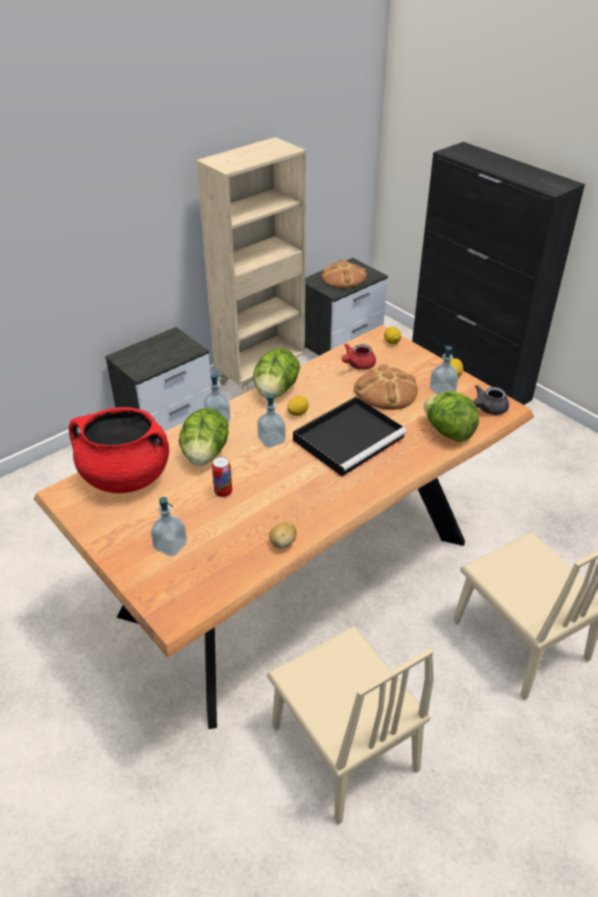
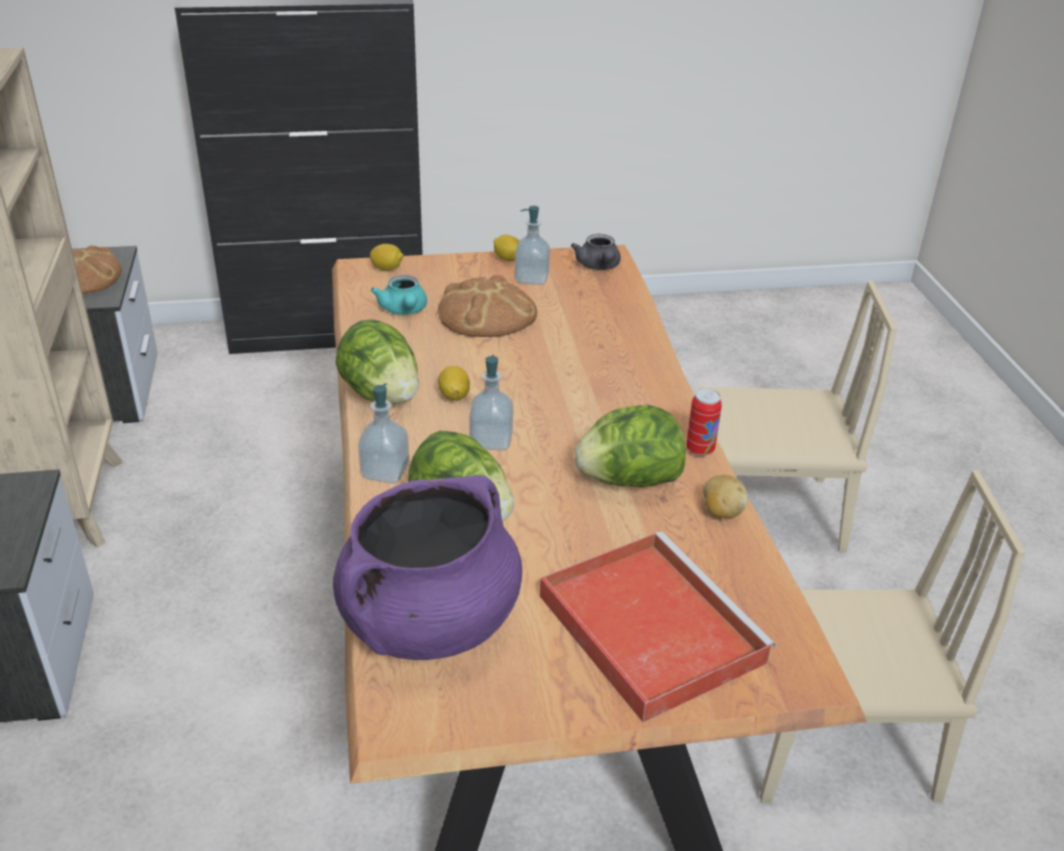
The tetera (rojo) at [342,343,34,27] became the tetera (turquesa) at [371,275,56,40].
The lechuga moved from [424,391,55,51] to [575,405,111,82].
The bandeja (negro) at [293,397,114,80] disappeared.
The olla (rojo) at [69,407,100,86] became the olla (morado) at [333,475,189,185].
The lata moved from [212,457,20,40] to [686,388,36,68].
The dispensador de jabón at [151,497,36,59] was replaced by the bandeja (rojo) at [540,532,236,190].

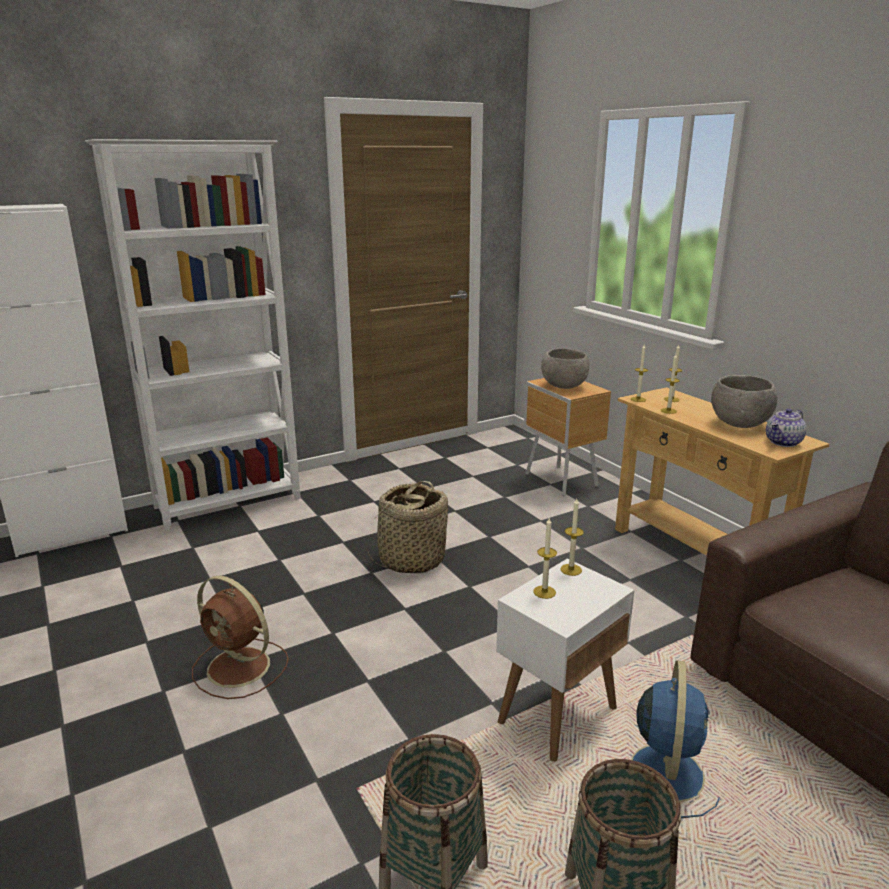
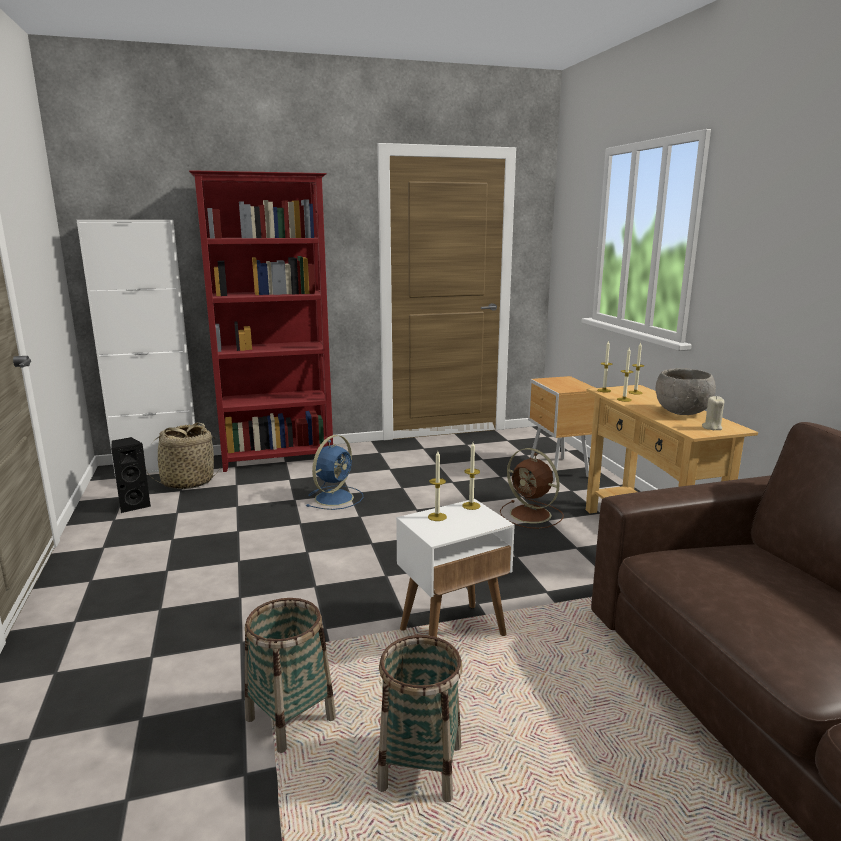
The estantería (blanco) at [85,139,216,392] became the estantería (rojo) at [189,170,144,302].
The cuenco (gris) at [541,348,48,41] disappeared.
The tetera at [766,408,41,39] was replaced by the vela (beis) at [702,396,22,34].
The cesta moved from [367,481,81,92] to [144,423,77,66].
The ventilador (marrón) moved from [192,575,96,124] to [500,448,63,81].
The ventilador (azul) moved from [631,660,89,158] to [306,435,57,75].
The altavoz (negro) at [111,437,40,76] appeared.

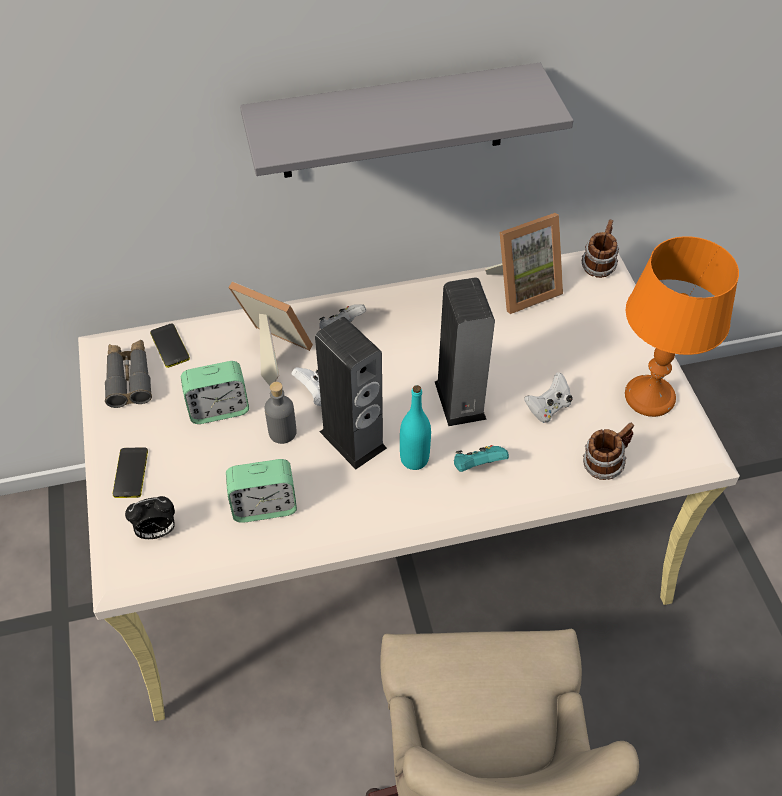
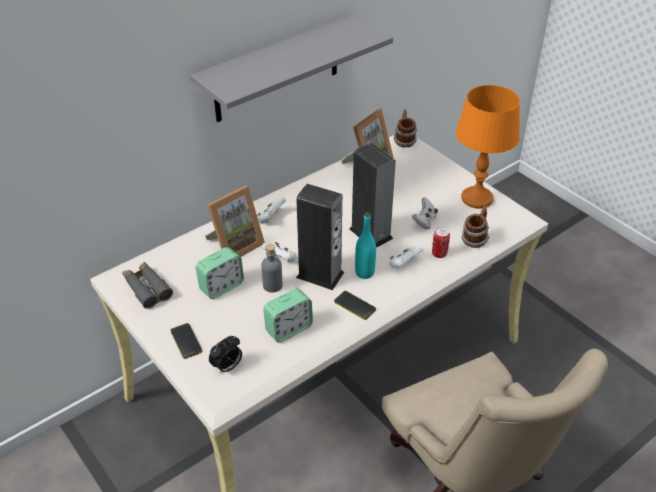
The portarretratos at [229,281,84,105] turned 135 degrees clockwise.
The móvil moved from [150,323,40,45] to [334,291,42,29].
The mando de consola (turquesa) at [454,445,55,27] became the mando de consola (blanco) at [390,246,34,22].
The lata at [432,227,18,31] appeared.

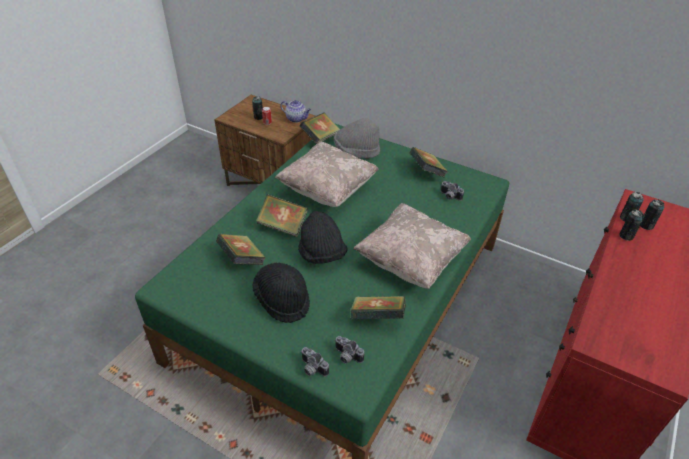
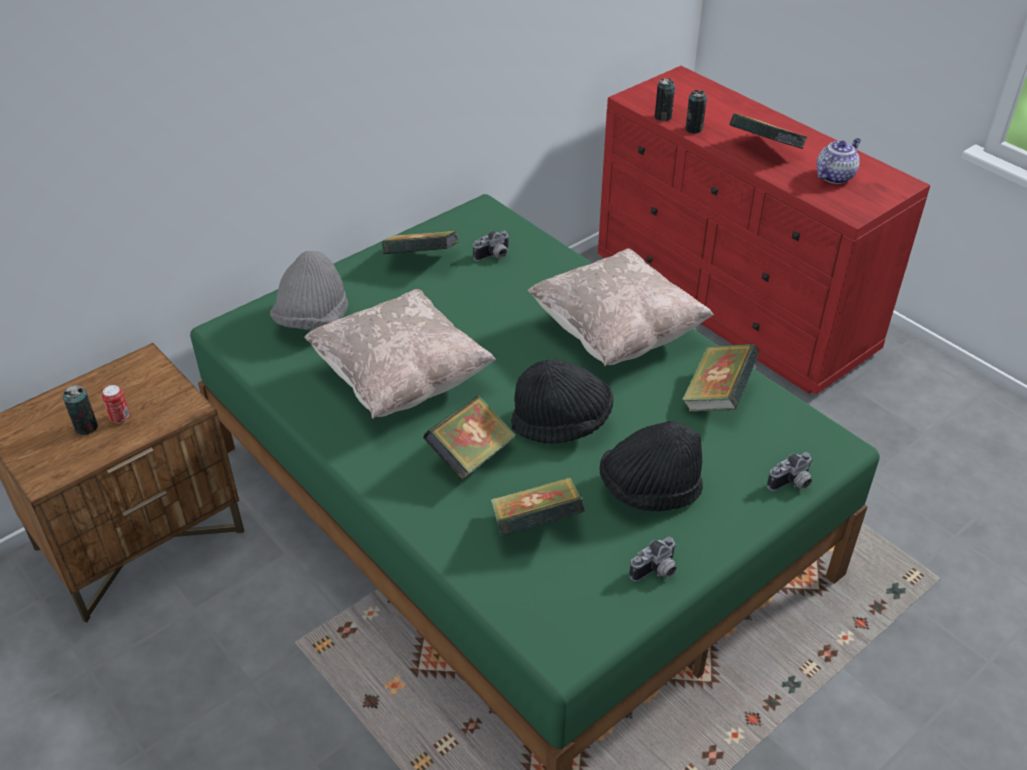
The tetera moved from [280,100,31,23] to [817,138,44,46].
The libro moved from [300,112,40,32] to [729,113,79,36].
The lata at [640,199,24,31] disappeared.
The cámara moved from [335,336,29,28] to [629,537,48,45].

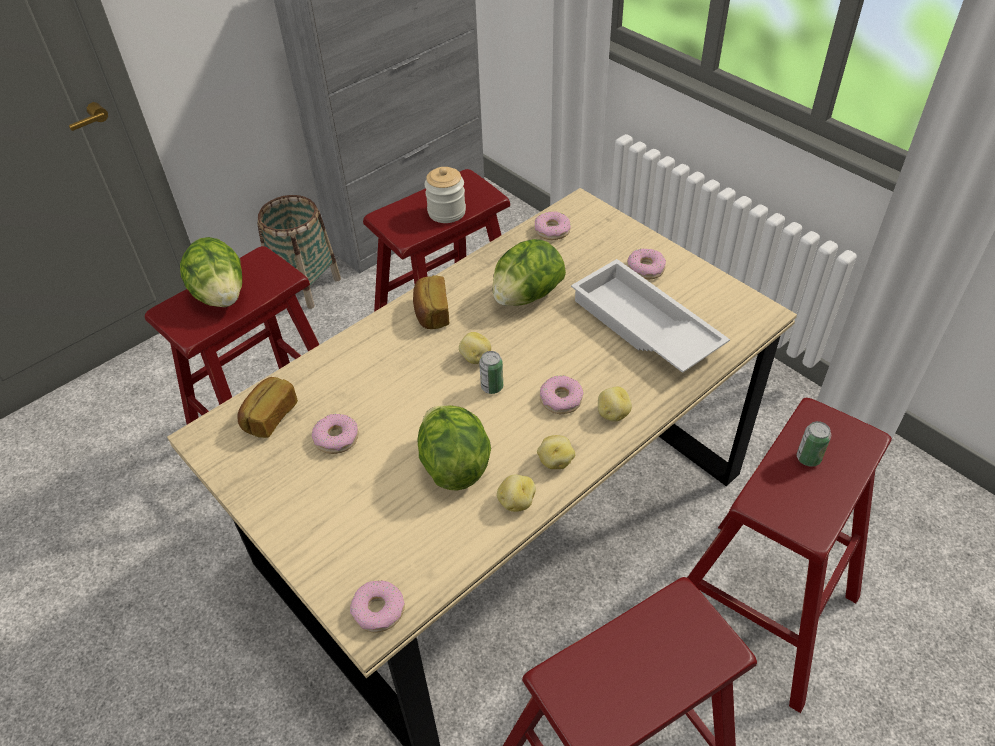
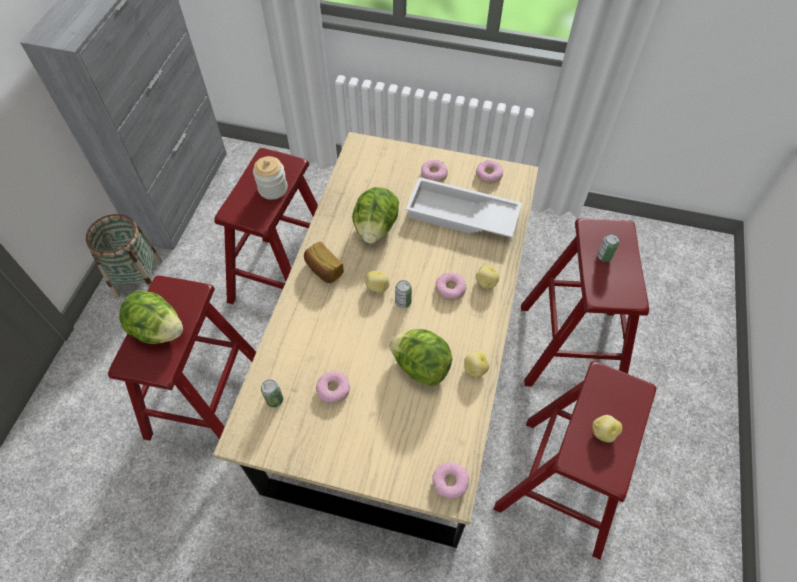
The rosquilla moved from [535,211,36,29] to [476,160,28,24].
The pan at [237,377,61,61] was replaced by the lata at [261,380,22,28].
The patata moved from [537,435,38,34] to [592,415,30,28].

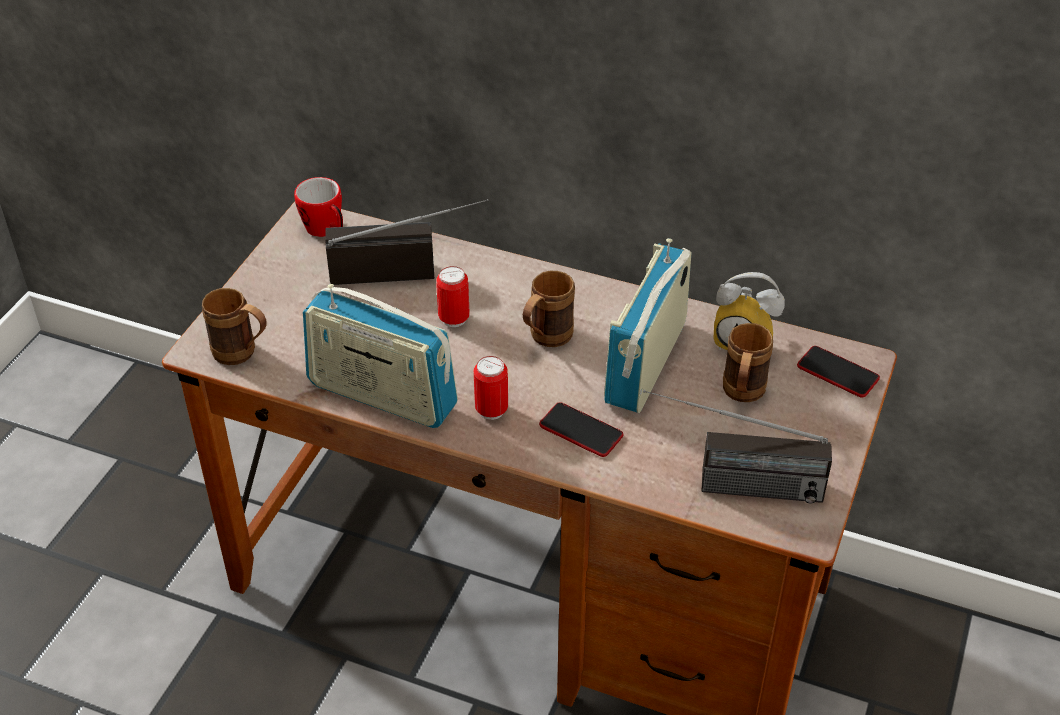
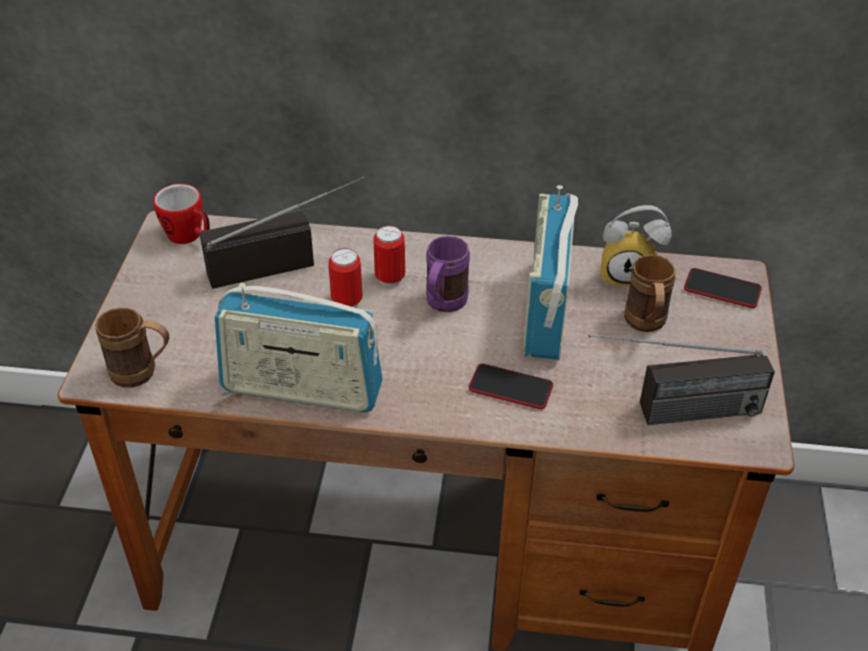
The taza grande (marrón) at [523,271,52,76] became the taza grande (morado) at [426,236,44,76].
The lata moved from [474,356,34,64] to [373,225,32,61].

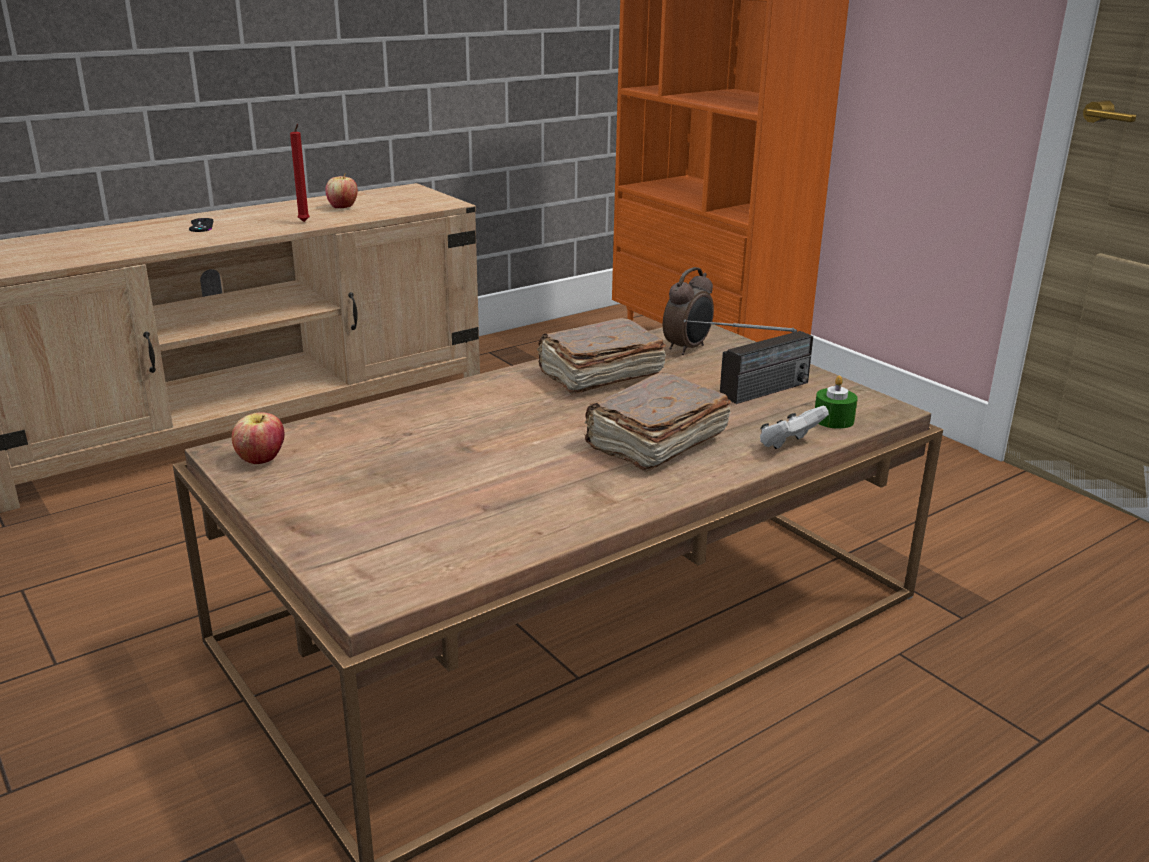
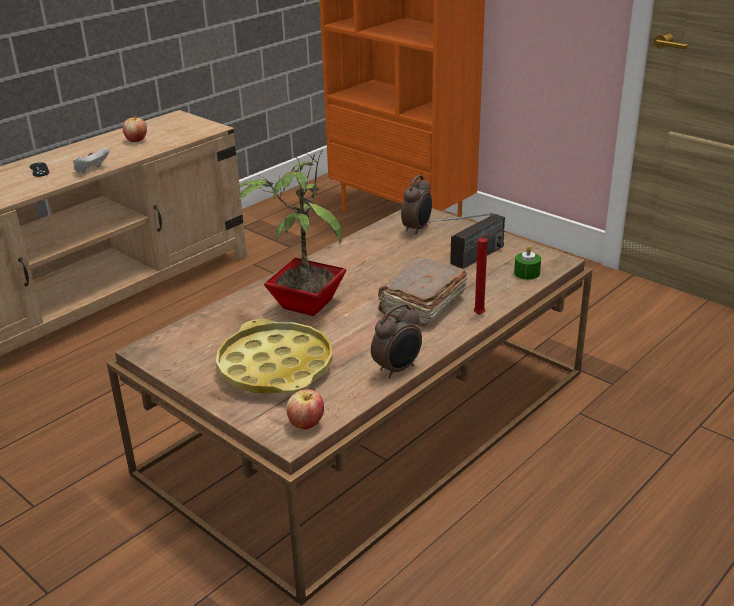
The vela (rojo) moved from [290,124,20,98] to [474,234,17,81].
The libro (marrón) at [537,318,129,77] disappeared.
The mando de consola (blanco) moved from [760,406,69,43] to [73,147,36,25].
The manzana moved from [232,412,53,52] to [286,389,38,40].
The planta en maceta at [235,149,111,167] appeared.
The despertador at [371,303,51,76] appeared.
The bandeja (amarillo) at [216,319,117,74] appeared.

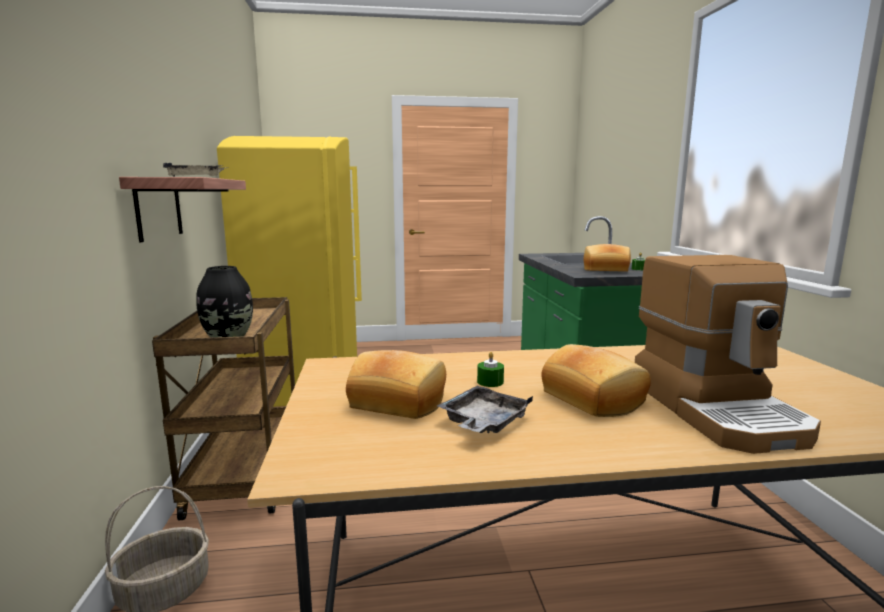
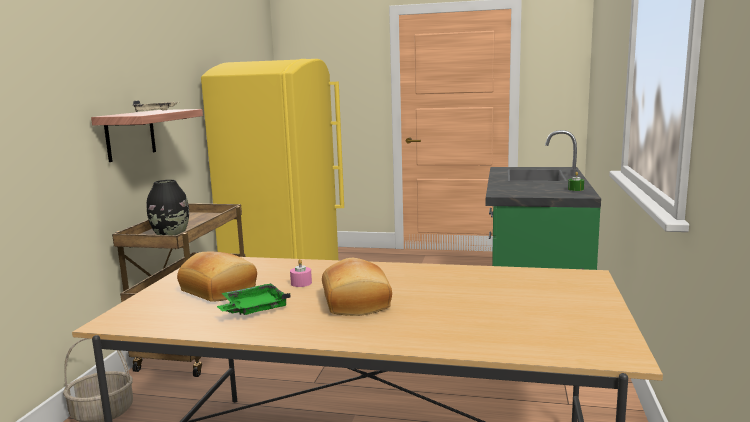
The pan at [584,244,47,28] disappeared.
The cafetera at [635,255,186,199] disappeared.
The vela (verde) at [477,352,27,35] became the vela (rosa) at [290,259,22,28].
The bandeja (gris) at [437,386,96,47] became the bandeja (verde) at [217,283,74,32].

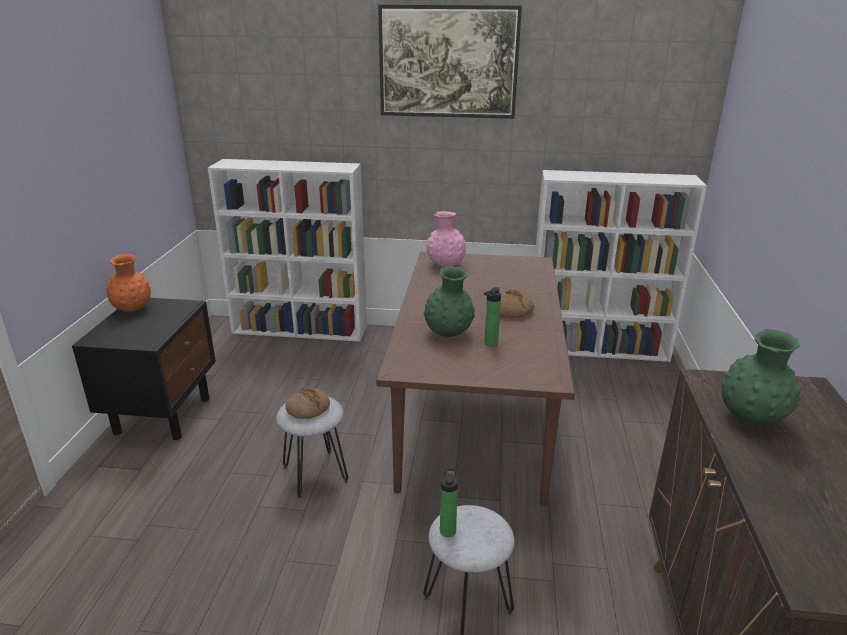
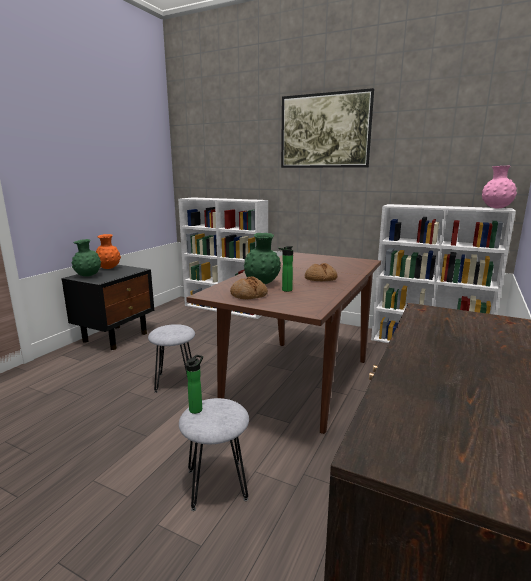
The florero (rosa) moved from [426,211,41,56] to [482,166,35,43].
The florero (verde) moved from [721,329,80,96] to [71,239,30,38].
The pan moved from [285,387,45,32] to [230,276,38,23].

